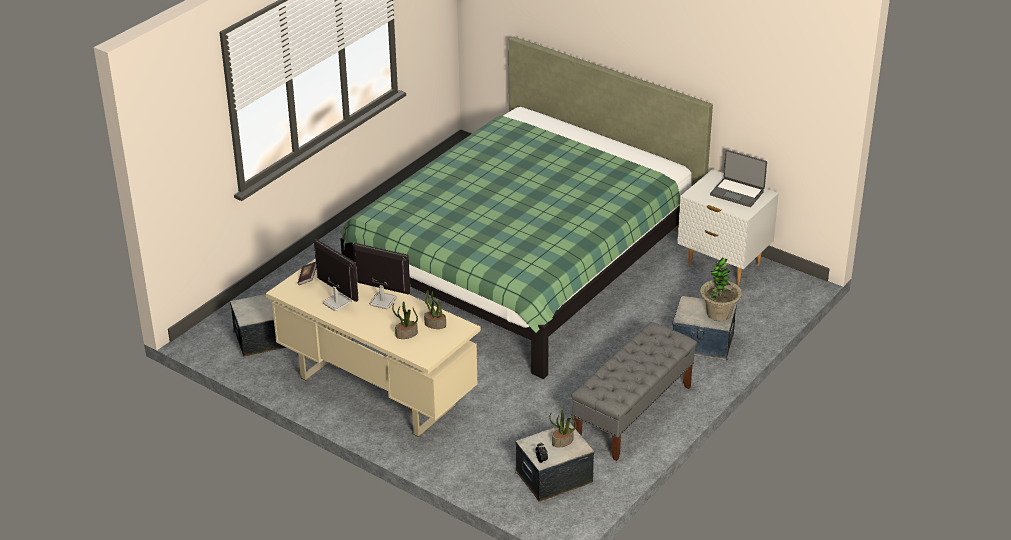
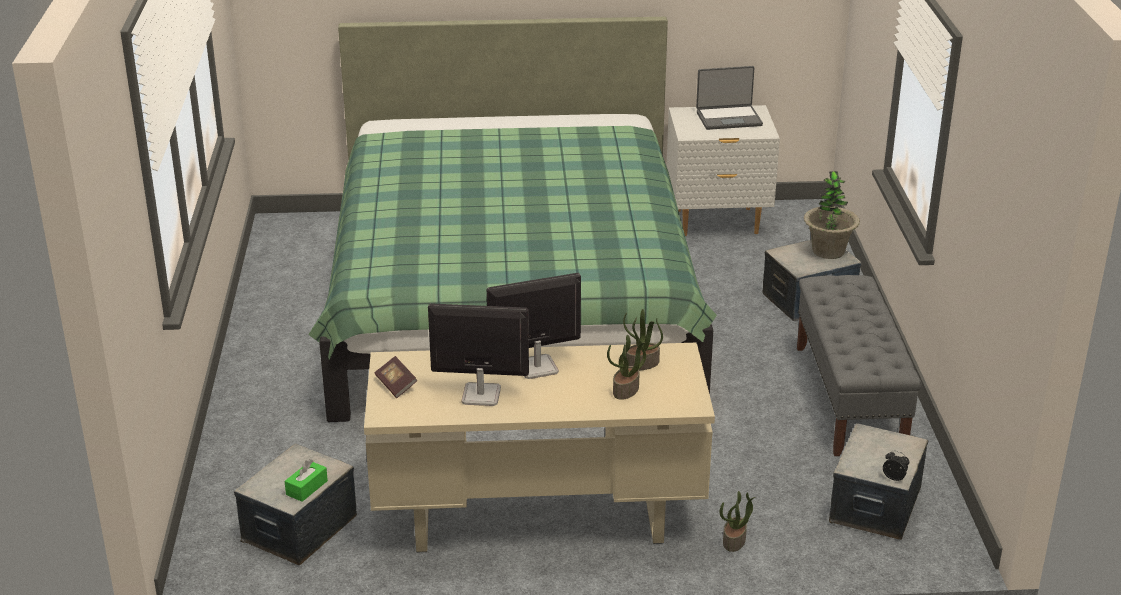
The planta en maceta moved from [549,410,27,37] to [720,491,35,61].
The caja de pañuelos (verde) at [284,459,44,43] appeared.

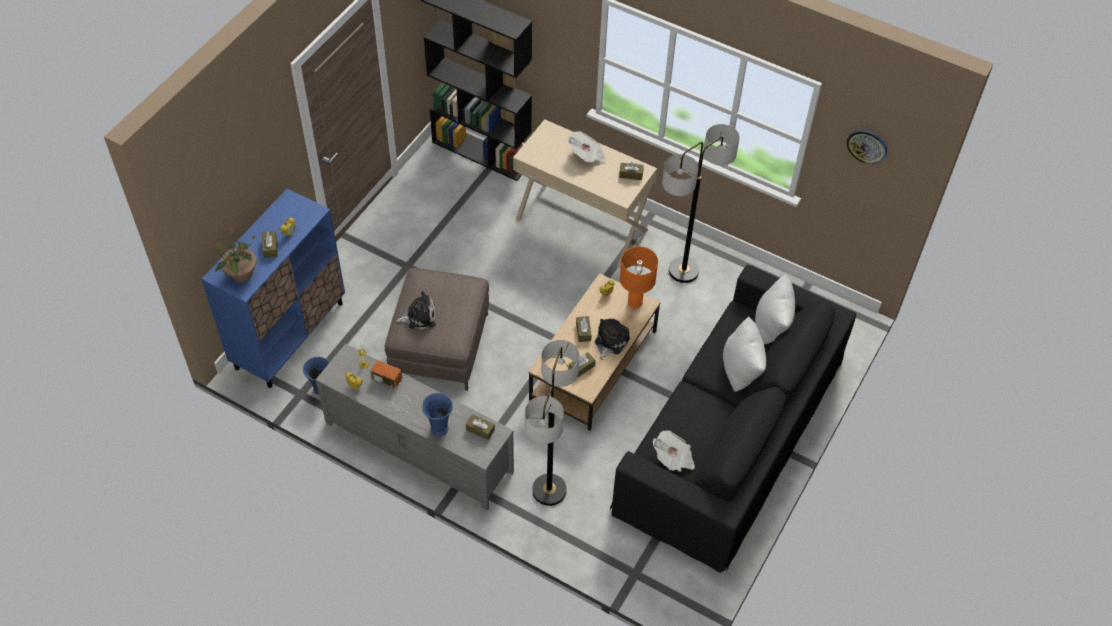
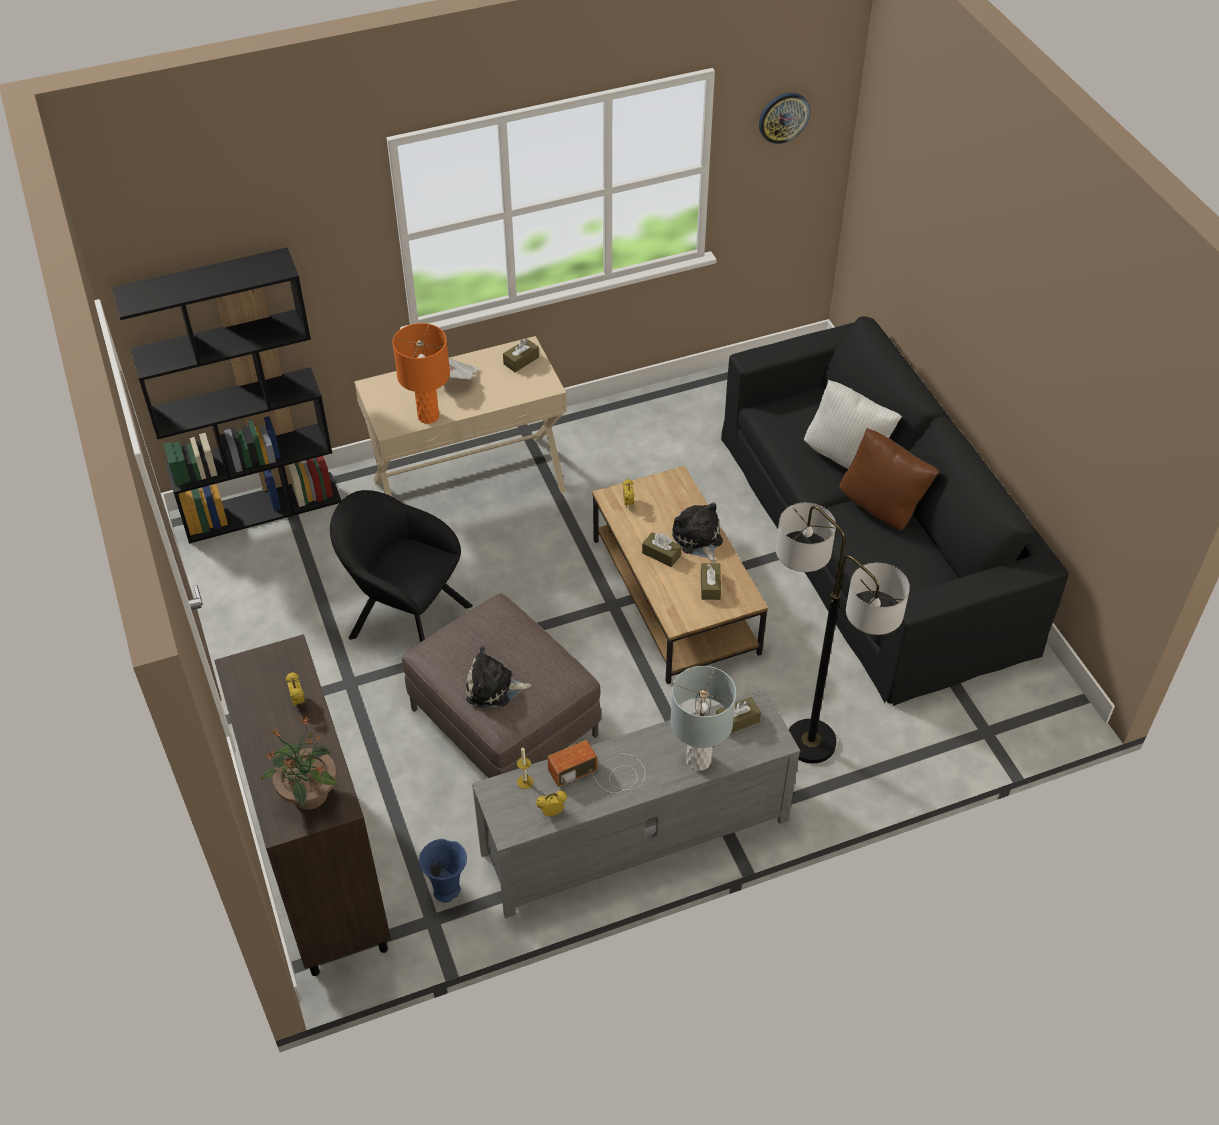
The lámpara de pie at [662,124,78,159] disappeared.
The armario (azul) at [201,189,144,199] became the armario (marrón) at [214,634,177,342].
The caja de pañuelos (marrón) at [262,231,16,27] disappeared.
The lámpara de mesa (naranja) moved from [620,246,38,63] to [392,323,58,101].
The cojín (blanco) at [755,274,40,71] disappeared.
The peluche at [396,291,40,39] turned 120 degrees counterclockwise.
The florero (azul) at [422,393,31,43] was replaced by the lámpara de mesa (gris) at [671,666,65,105].
The periódico at [653,430,42,41] disappeared.
The cojín (marrón) at [839,428,100,103] appeared.
The sillón (negro) at [330,490,143,152] appeared.

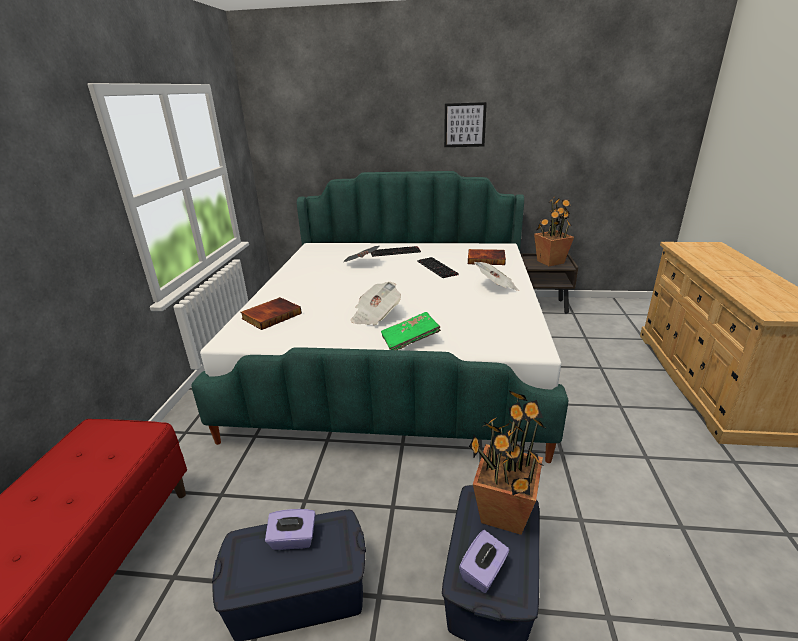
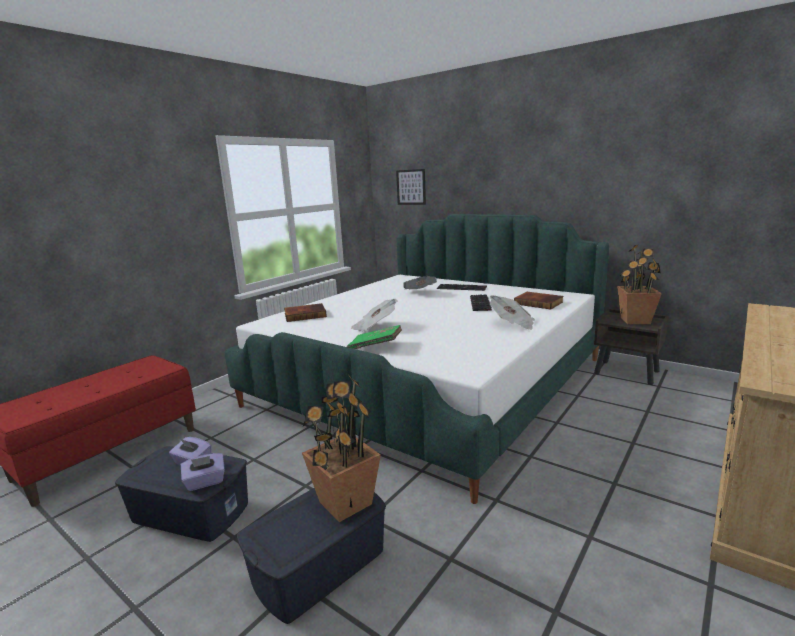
The cuadro moved from [444,102,43,45] to [396,169,30,36].
The caja de pañuelos (morado) moved from [459,530,50,63] to [181,453,44,38].

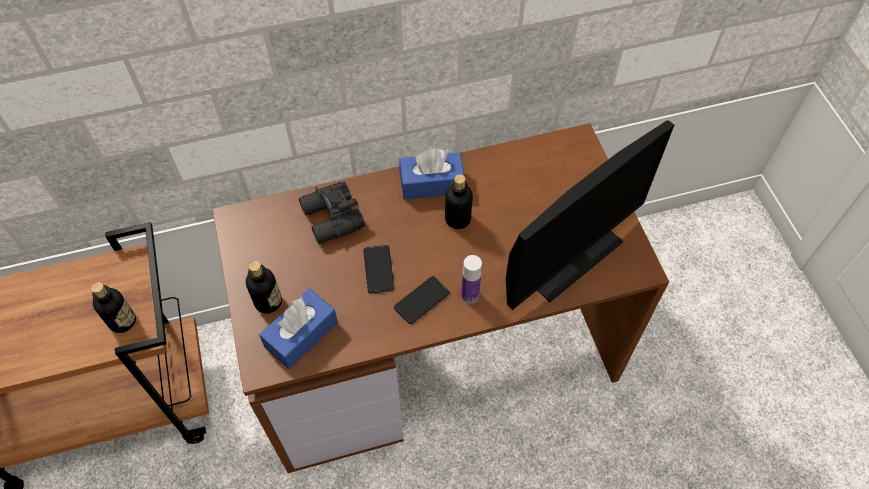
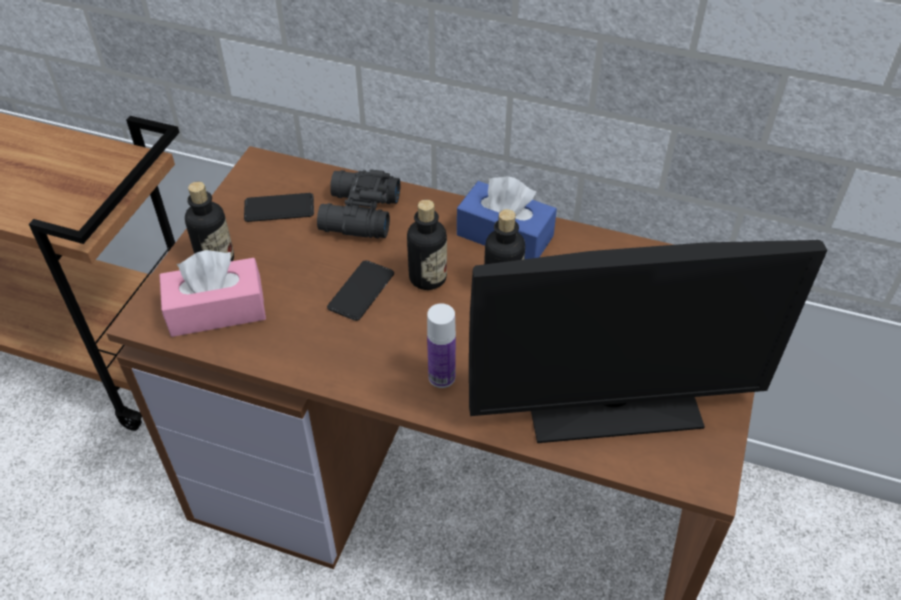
The móvil moved from [394,276,56,48] to [244,193,70,29].
The botella moved from [91,282,45,51] to [407,199,40,91].
The caja de pañuelos (azul) at [259,289,79,80] became the caja de pañuelos (rosa) at [160,250,106,87].

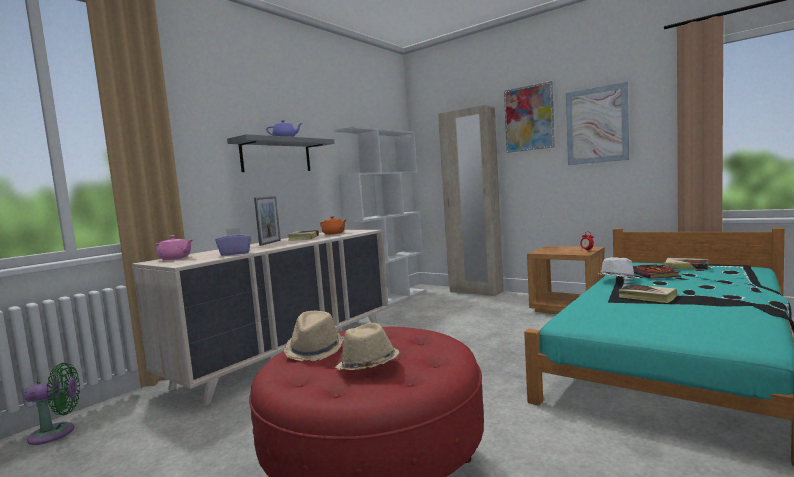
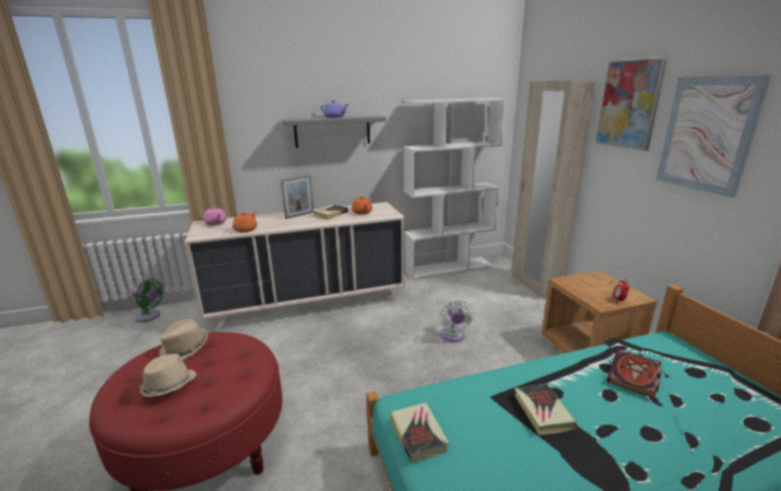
The caja de pañuelos (morado) at [215,228,36,28] was replaced by the tetera (naranja) at [232,211,25,21].
The sombrero (blanco) at [598,257,41,21] disappeared.
The libro moved from [664,258,45,12] to [390,402,59,61].
The ventilador (blanco) at [439,299,35,43] appeared.

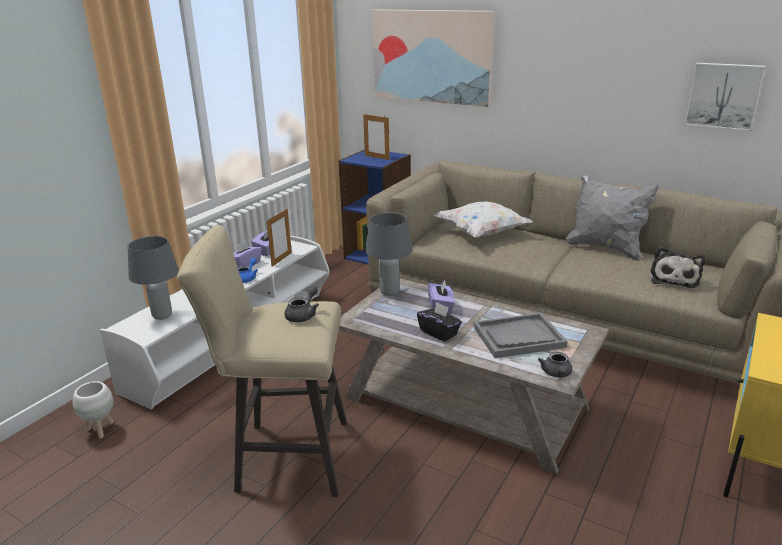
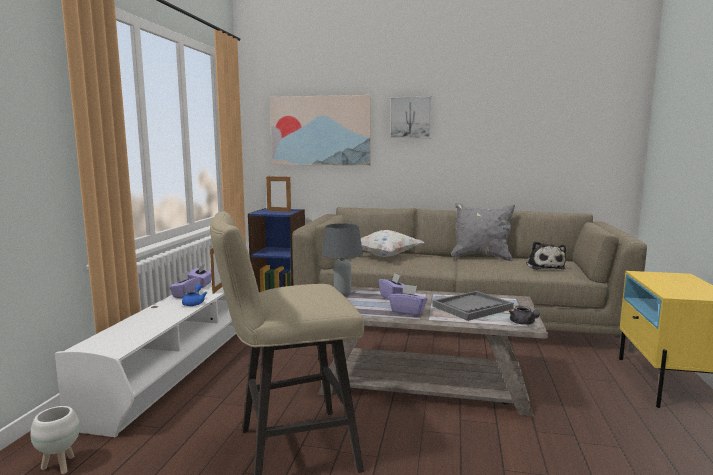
The cuadro moved from [685,63,81,68] to [390,96,42,43].
The lámpara de mesa (gris) at [128,236,51,84] disappeared.
The tetera (gris) at [284,285,35,37] disappeared.
The caja de pañuelos (negro) at [417,302,45,39] became the caja de pañuelos (morado) at [389,284,39,32].

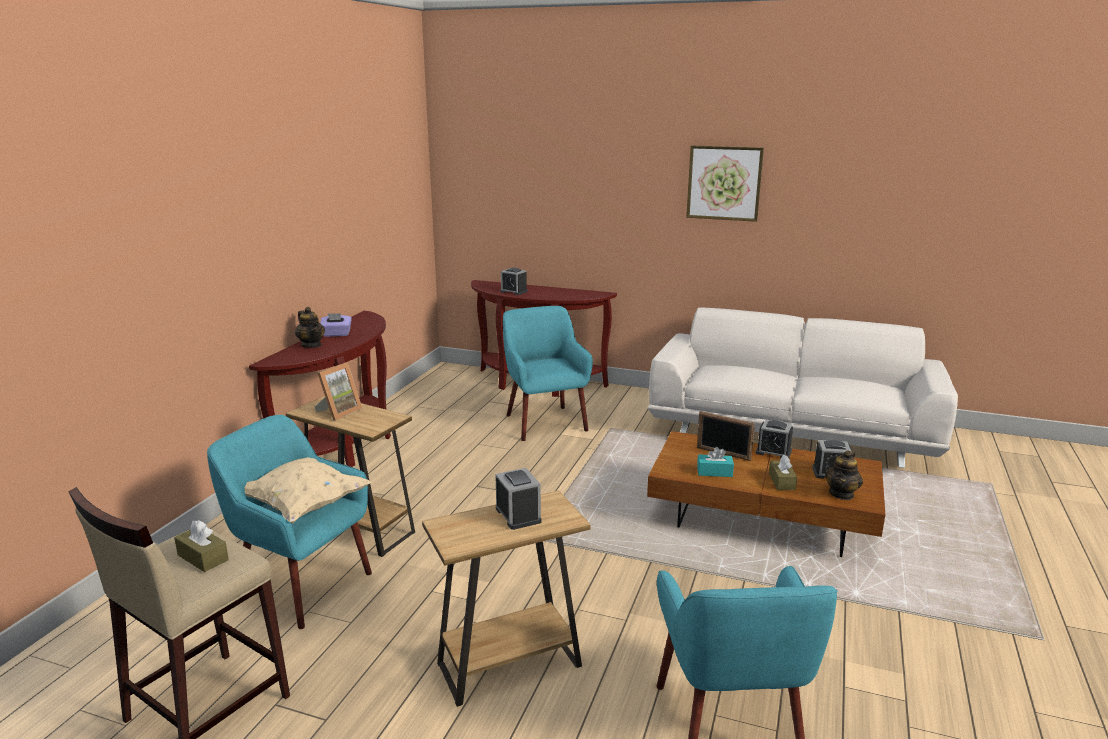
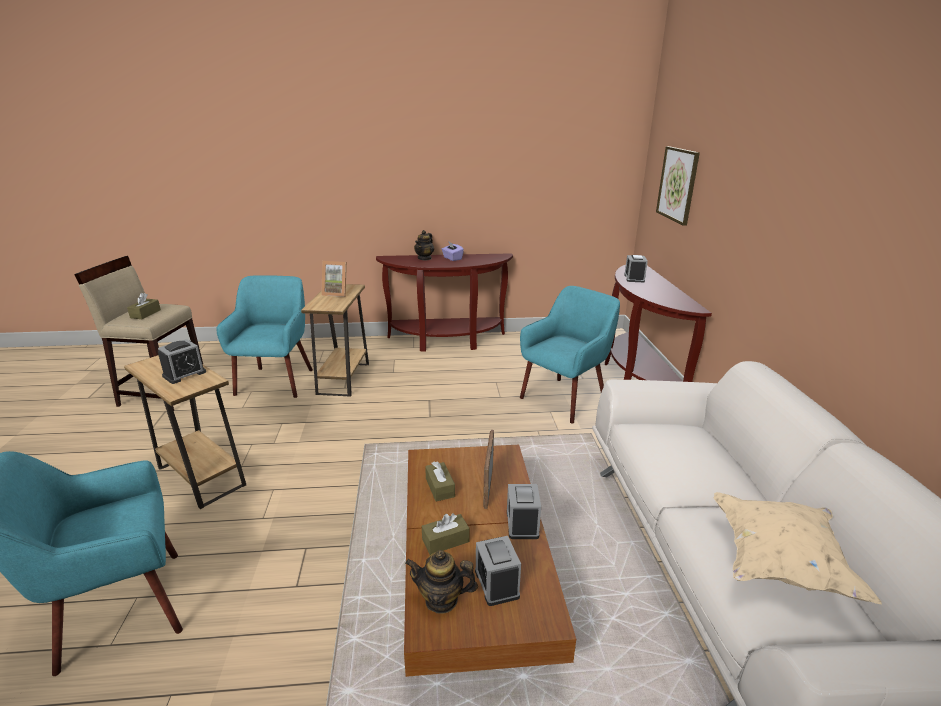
The cuadro moved from [686,146,78,76] to [656,146,44,80].
The caja de pañuelos (turquesa) at [697,447,37,30] became the caja de pañuelos (marrón) at [425,461,30,40].
The cojín (beis) moved from [245,457,127,66] to [714,492,168,112].

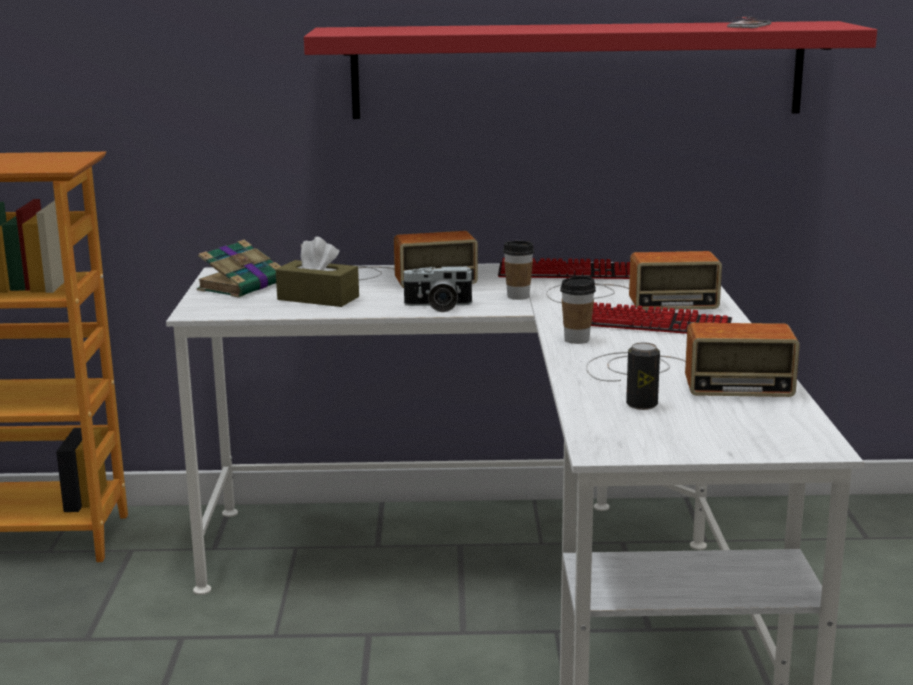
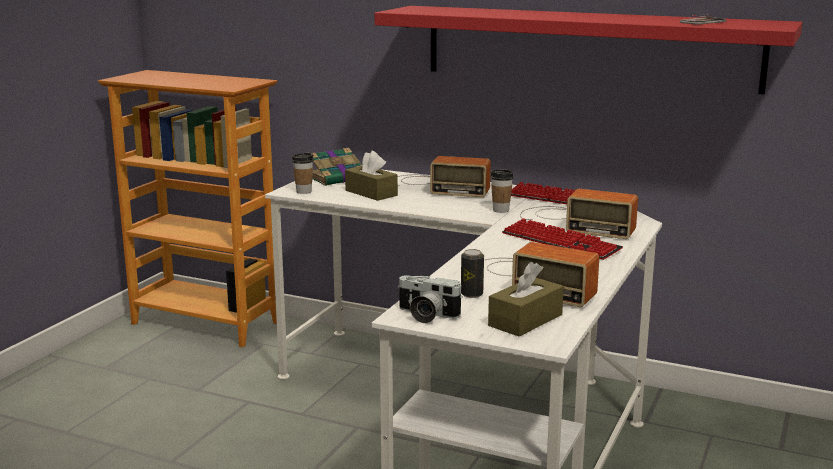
The cámara moved from [401,266,73,46] to [398,275,65,48].
The taza moved from [560,276,36,68] to [292,153,22,41].
The caja de pañuelos (marrón) at [488,262,76,75] appeared.

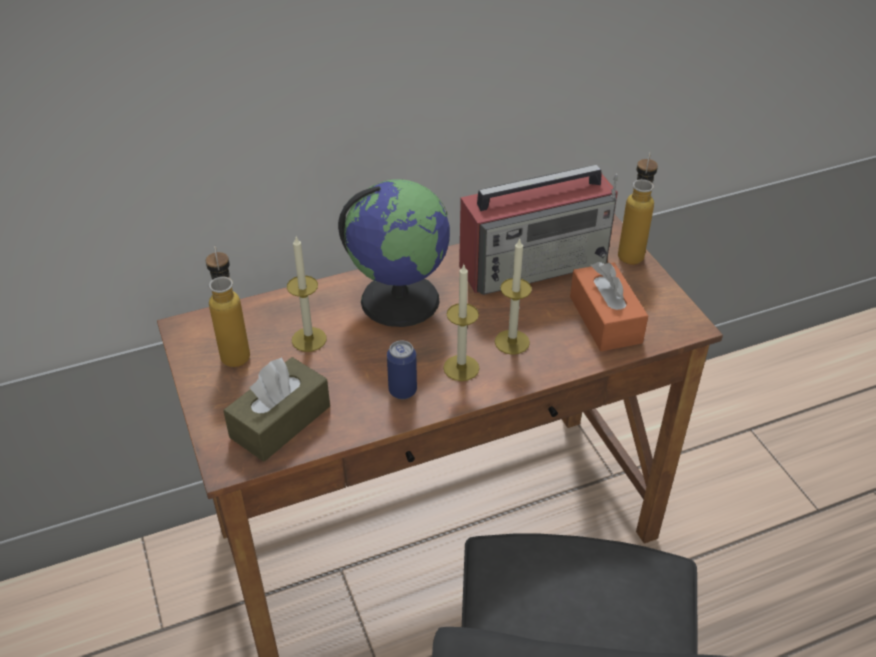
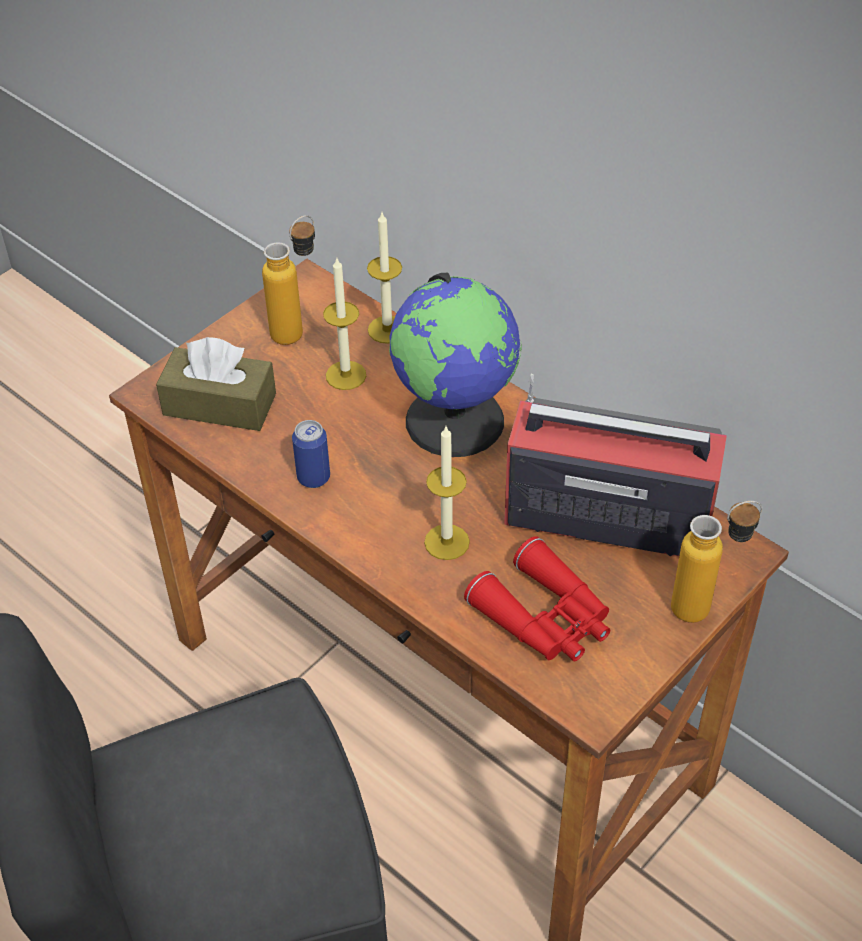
The radio at [459,165,159,130] turned 150 degrees clockwise.
The caja de pañuelos (naranja) at [570,262,78,89] was replaced by the prismáticos (rojo) at [464,536,146,125].
The vela moved from [443,265,36,116] to [367,213,35,131].

